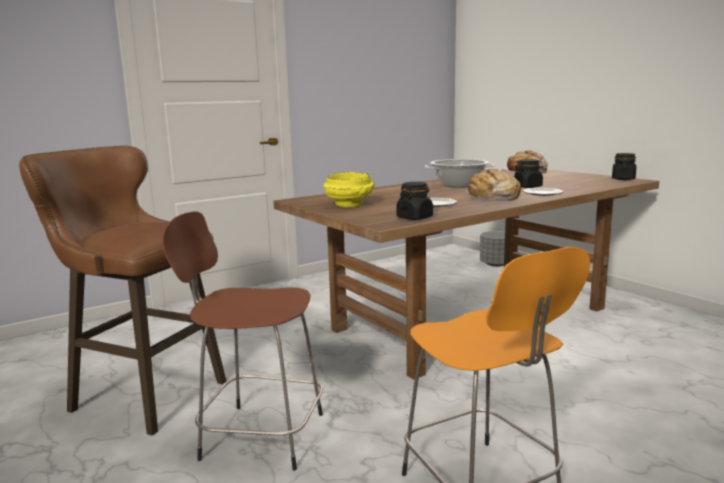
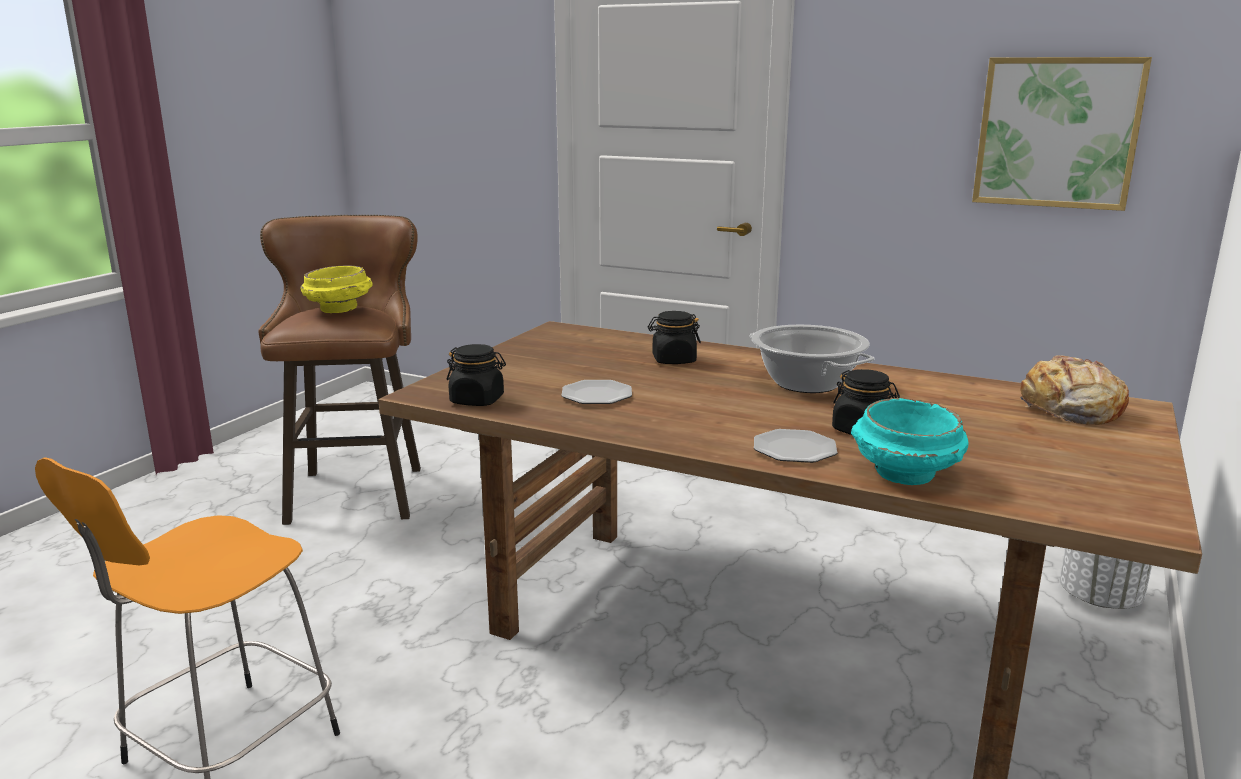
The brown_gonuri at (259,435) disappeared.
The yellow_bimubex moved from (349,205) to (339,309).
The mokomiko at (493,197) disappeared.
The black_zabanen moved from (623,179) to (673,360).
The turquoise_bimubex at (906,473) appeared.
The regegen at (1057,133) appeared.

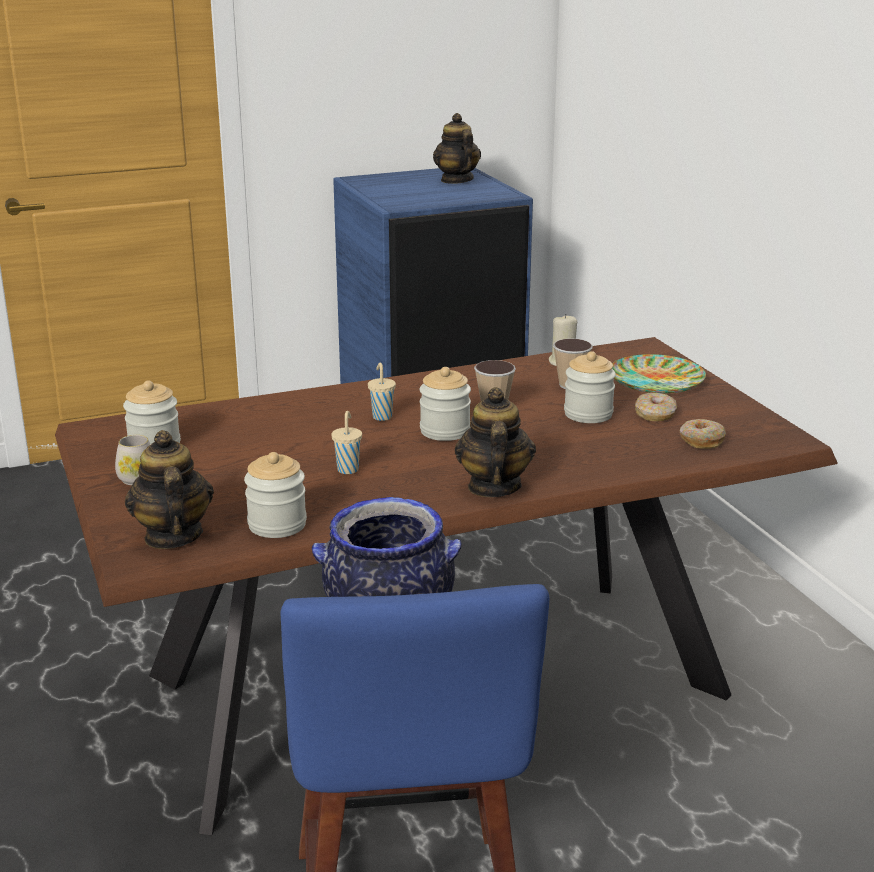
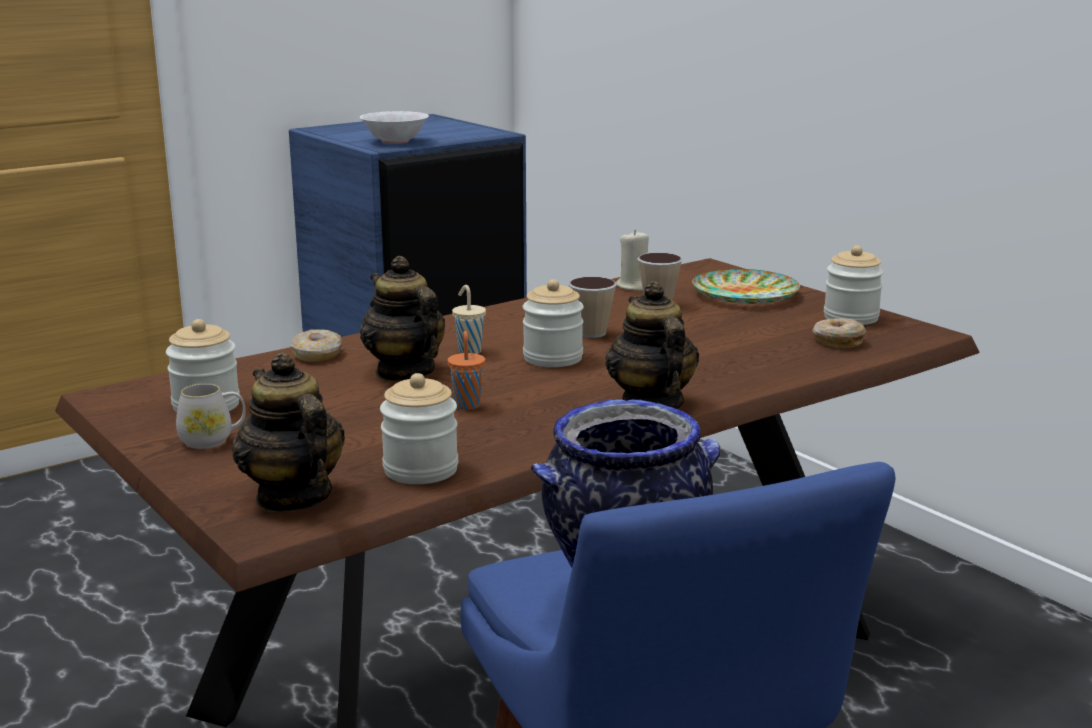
The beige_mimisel at (348,469) became the orange_mimisel at (467,405).
The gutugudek moved from (456,180) to (404,372).
The zabanen moved from (588,414) to (851,318).
The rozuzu moved from (655,414) to (317,355).
The white_bimubex at (395,141) appeared.

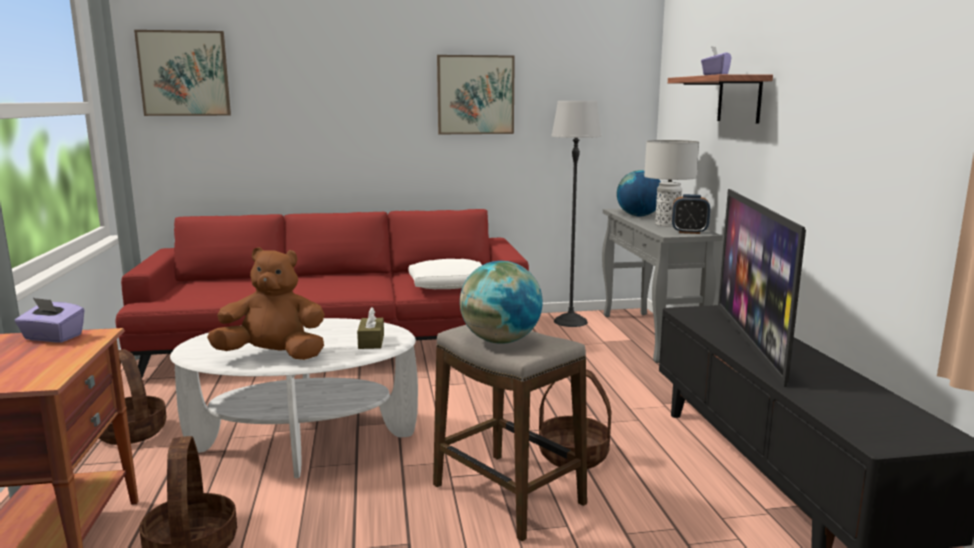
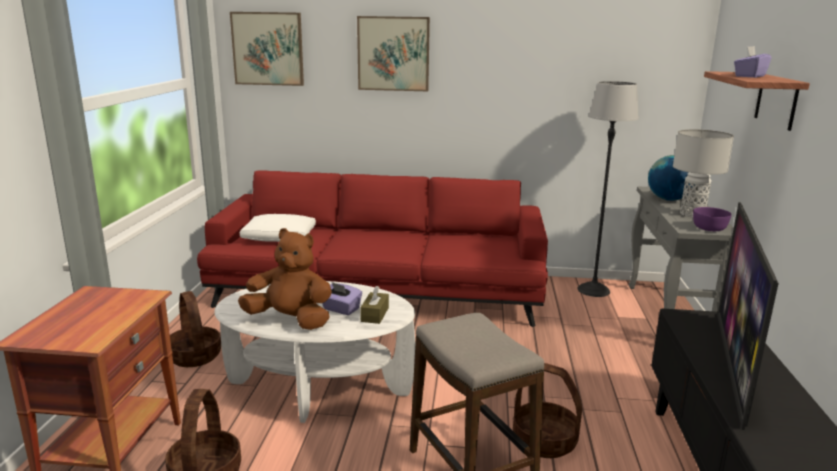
The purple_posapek moved from (52,337) to (341,309).
The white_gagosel moved from (450,286) to (280,238).
The regegen moved from (475,95) to (393,53).
The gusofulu at (501,341) disappeared.
The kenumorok at (689,232) was replaced by the purple_bimubex at (709,228).

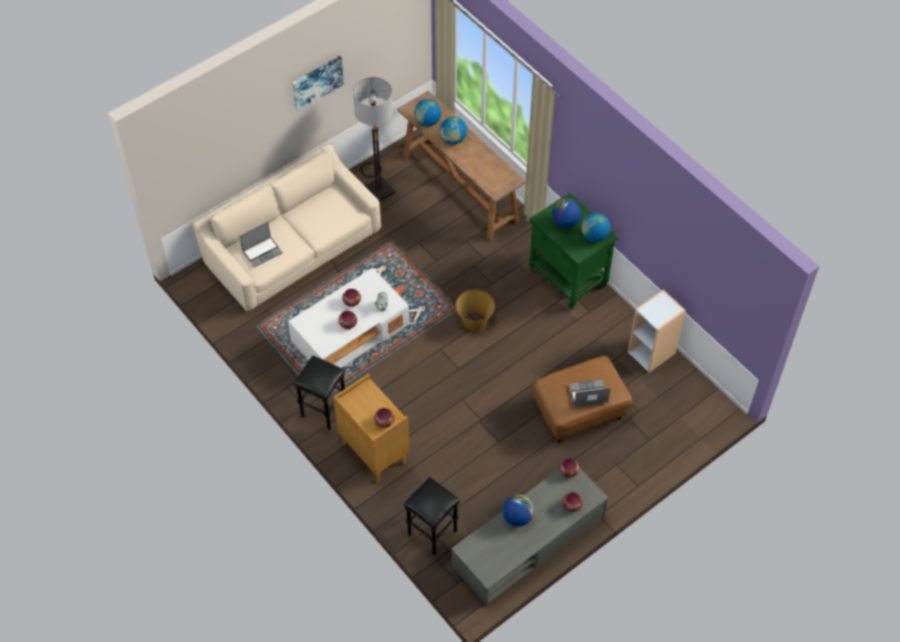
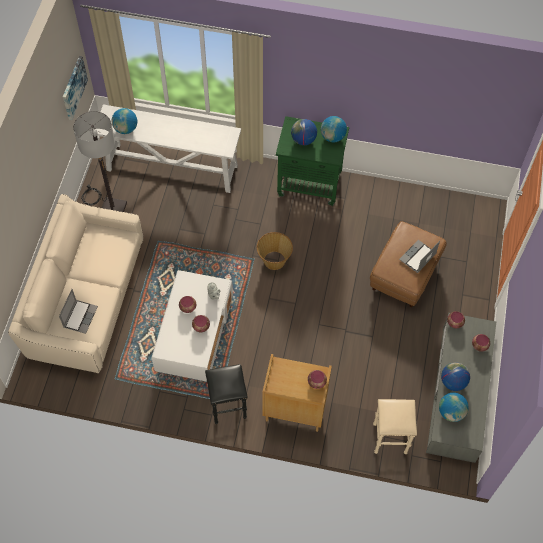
The regegen moved from (317,82) to (73,87).
The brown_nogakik at (460,189) became the white_nogakik at (173,168).
The black_gonuri at (431,532) became the beige_gonuri at (389,439).
The gusofulu moved from (453,139) to (451,412).
The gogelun at (652,352) disappeared.

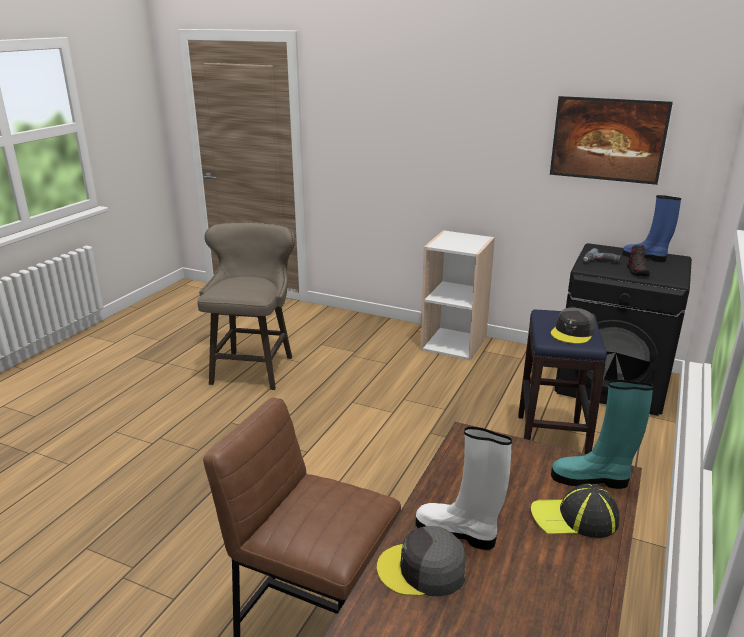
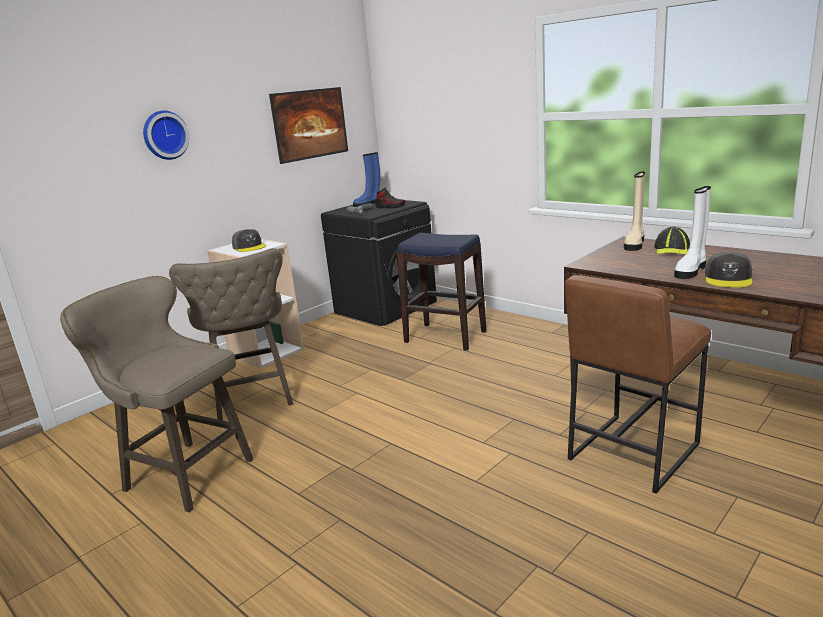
The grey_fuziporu moved from (573,332) to (249,247).
The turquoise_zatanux at (592,479) became the beige_zatanux at (634,244).
The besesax at (164,135) appeared.
The beige_gonuri at (253,398) appeared.

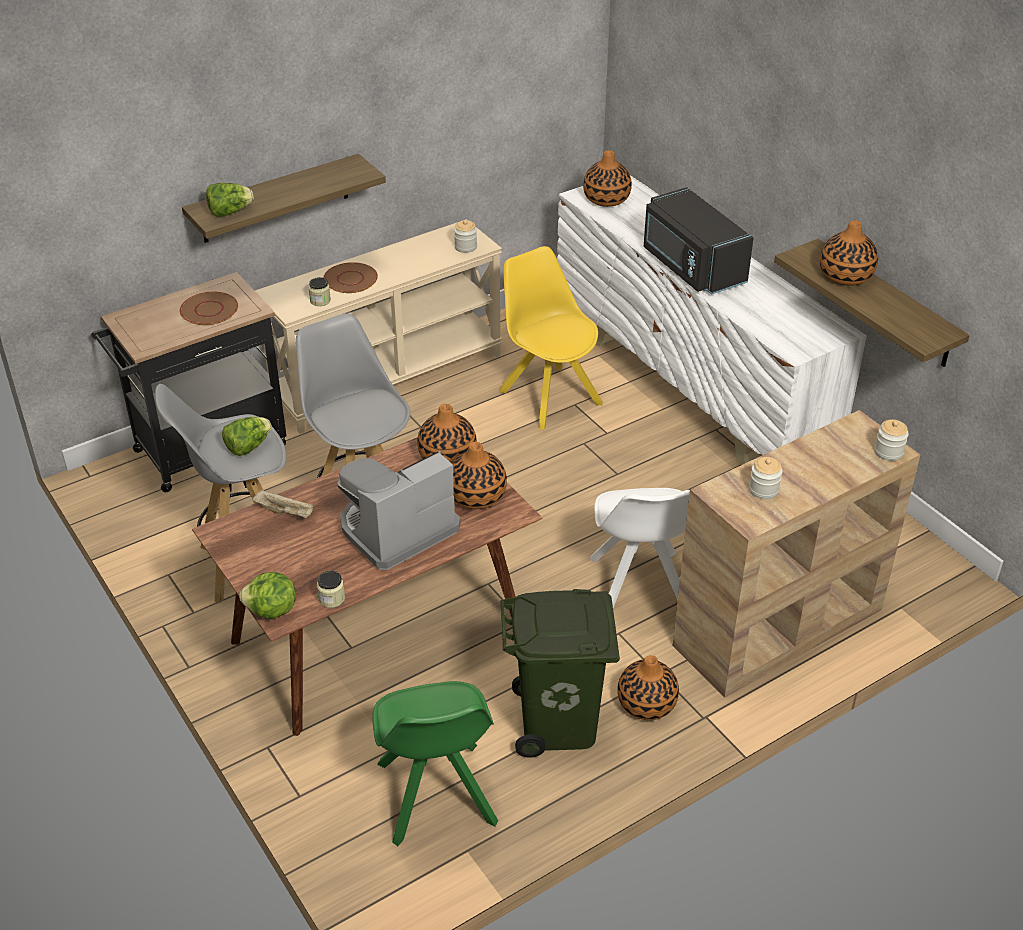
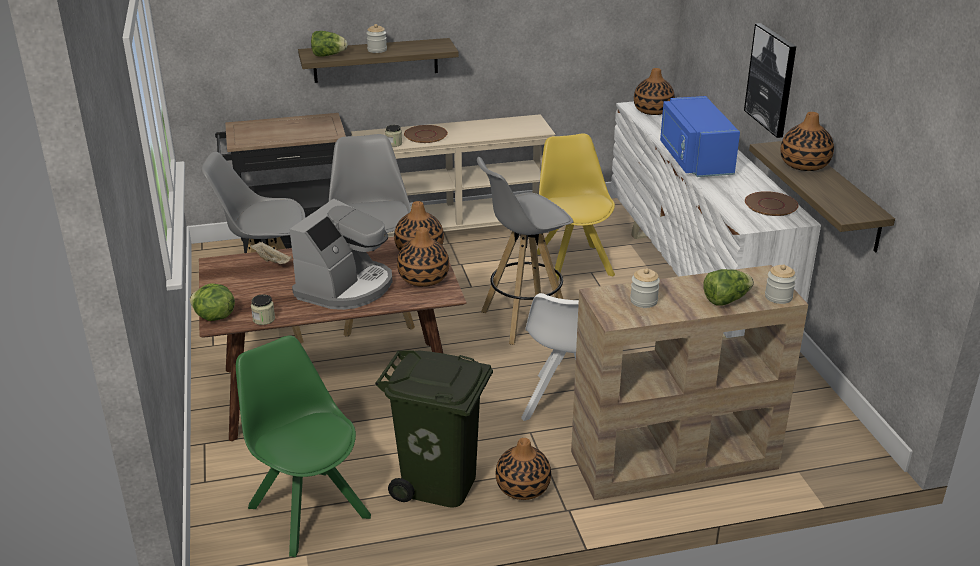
The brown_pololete moved from (209,310) to (771,205).
The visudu moved from (248,447) to (726,300).
The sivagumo at (396,529) turned 135 degrees clockwise.
The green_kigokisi at (436,796) turned 135 degrees clockwise.
The zabanen moved from (465,247) to (377,50).
The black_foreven at (691,267) became the blue_foreven at (694,159).
The grey_gonuri at (523,320) appeared.
The regegen at (771,79) appeared.

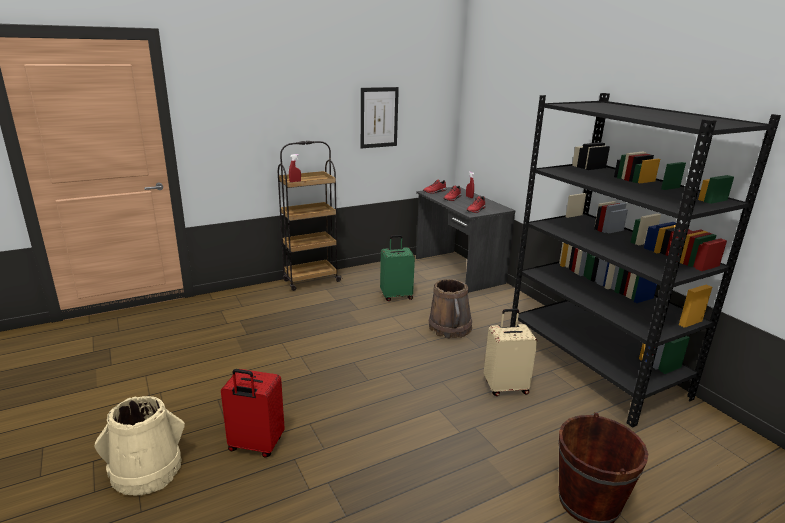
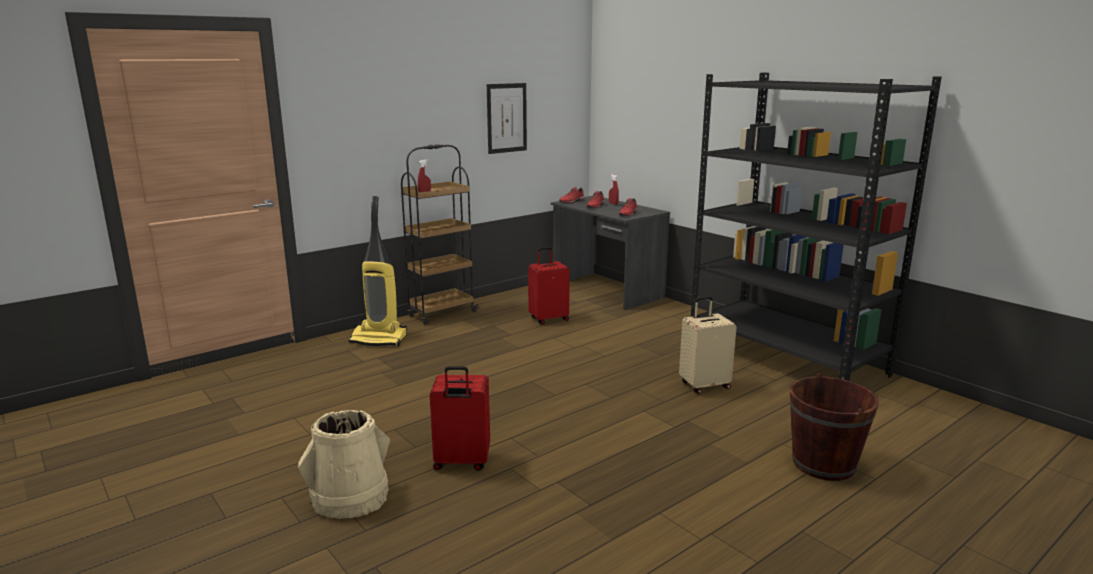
The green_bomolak at (396,296) became the red_bomolak at (548,319).
The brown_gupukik at (449,328) disappeared.
The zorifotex at (379,339) appeared.

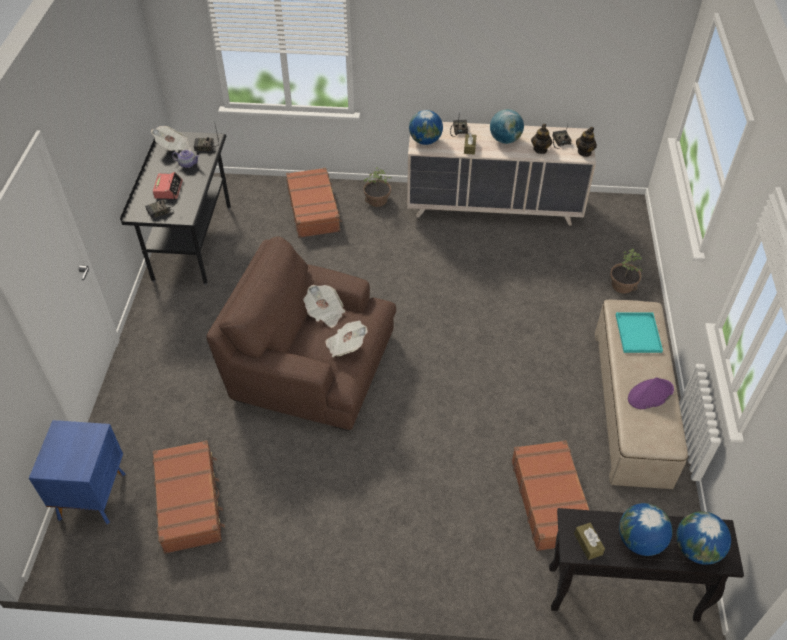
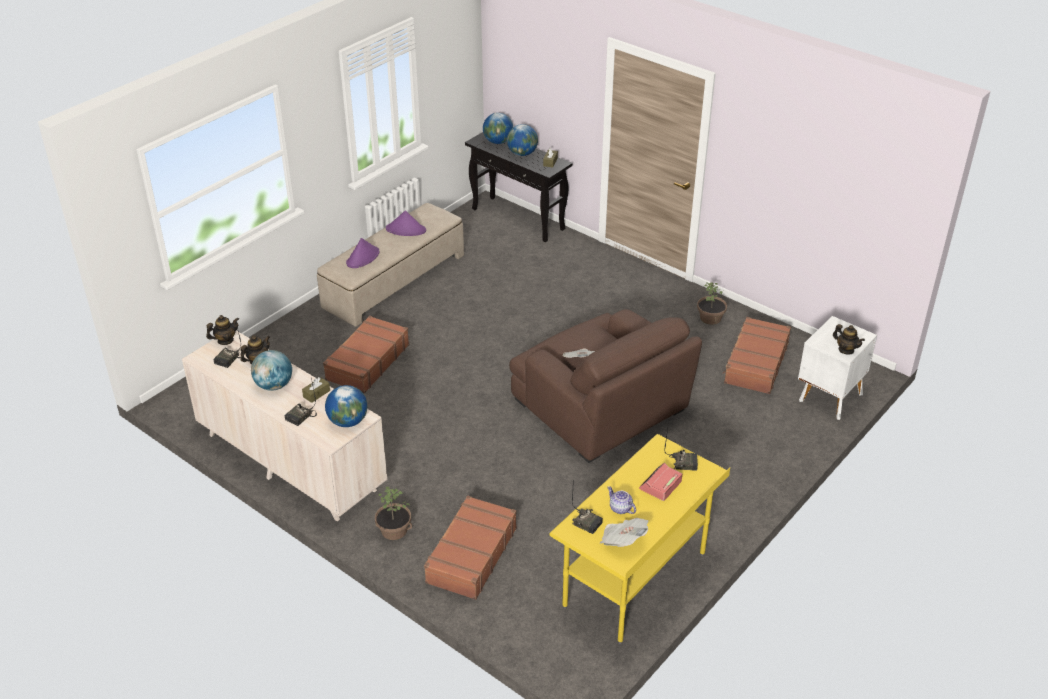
The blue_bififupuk at (94,495) became the white_bififupuk at (829,397).
The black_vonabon at (192,243) became the yellow_vonabon at (635,581).
The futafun at (346,346) disappeared.
The brown_bomolak moved from (550,500) to (367,362).
The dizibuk moved from (622,286) to (710,318).
The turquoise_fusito at (639,334) was replaced by the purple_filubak at (363,258).
The gutugudek at (846,350) appeared.

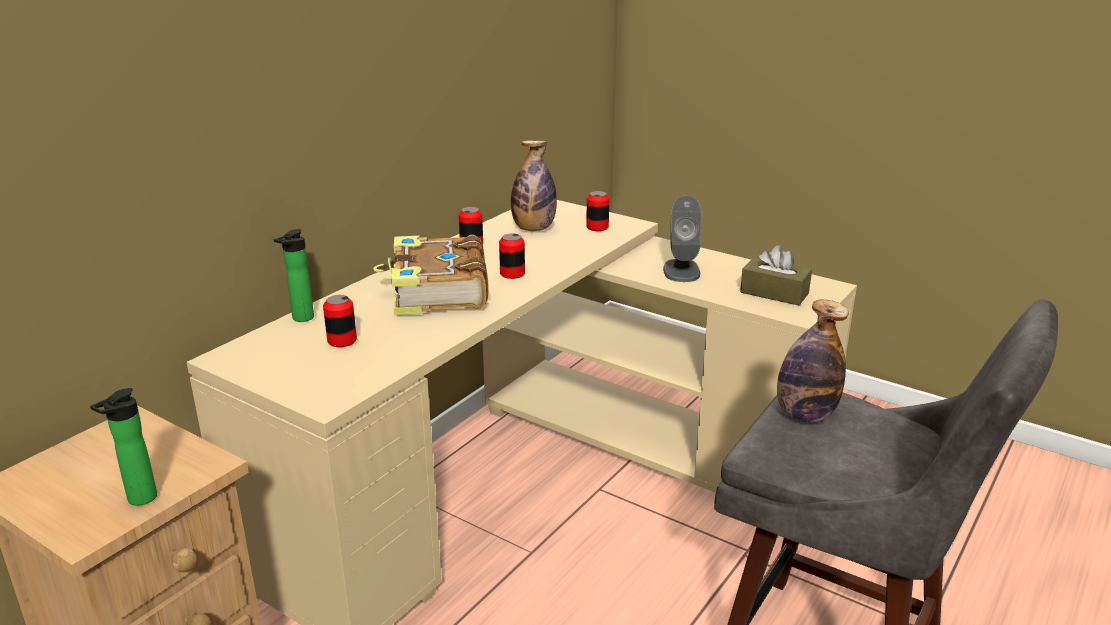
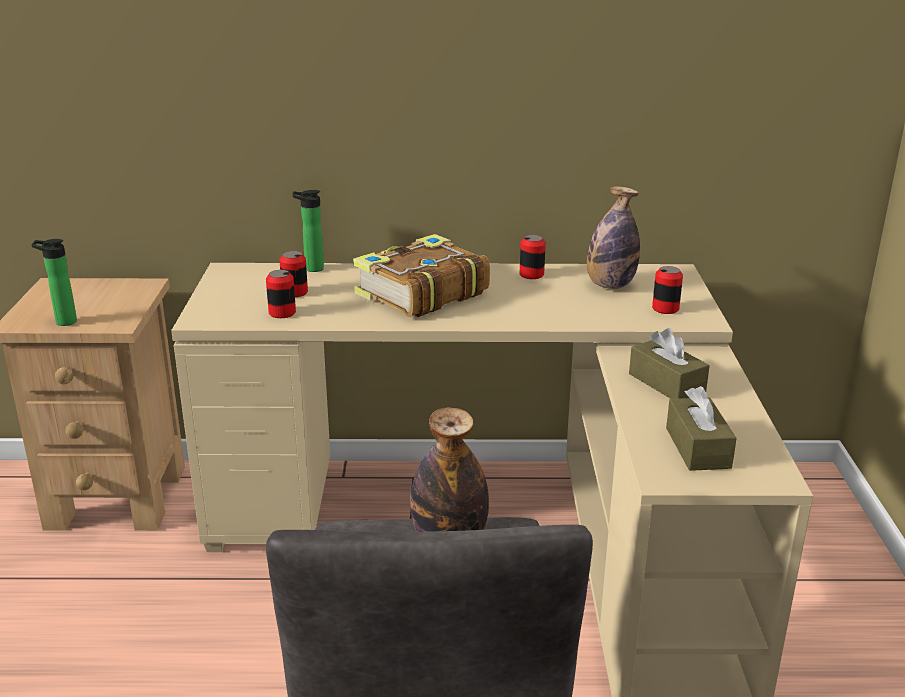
The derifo moved from (512,274) to (282,313).
The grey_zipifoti at (681,270) was replaced by the brown_posapek at (666,383).

